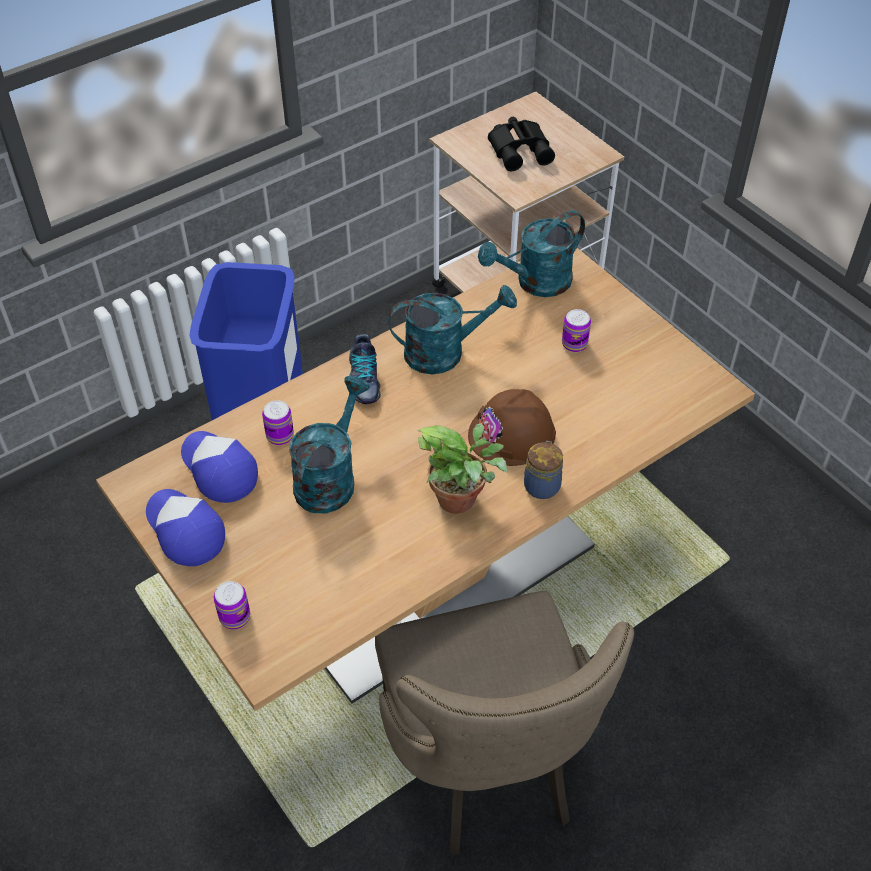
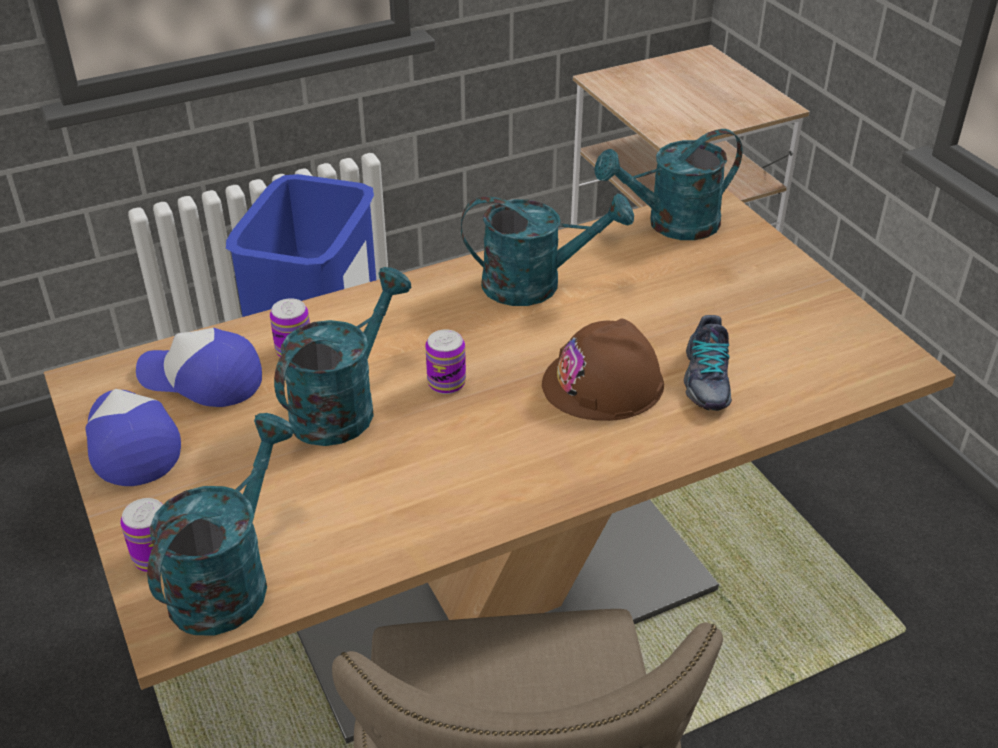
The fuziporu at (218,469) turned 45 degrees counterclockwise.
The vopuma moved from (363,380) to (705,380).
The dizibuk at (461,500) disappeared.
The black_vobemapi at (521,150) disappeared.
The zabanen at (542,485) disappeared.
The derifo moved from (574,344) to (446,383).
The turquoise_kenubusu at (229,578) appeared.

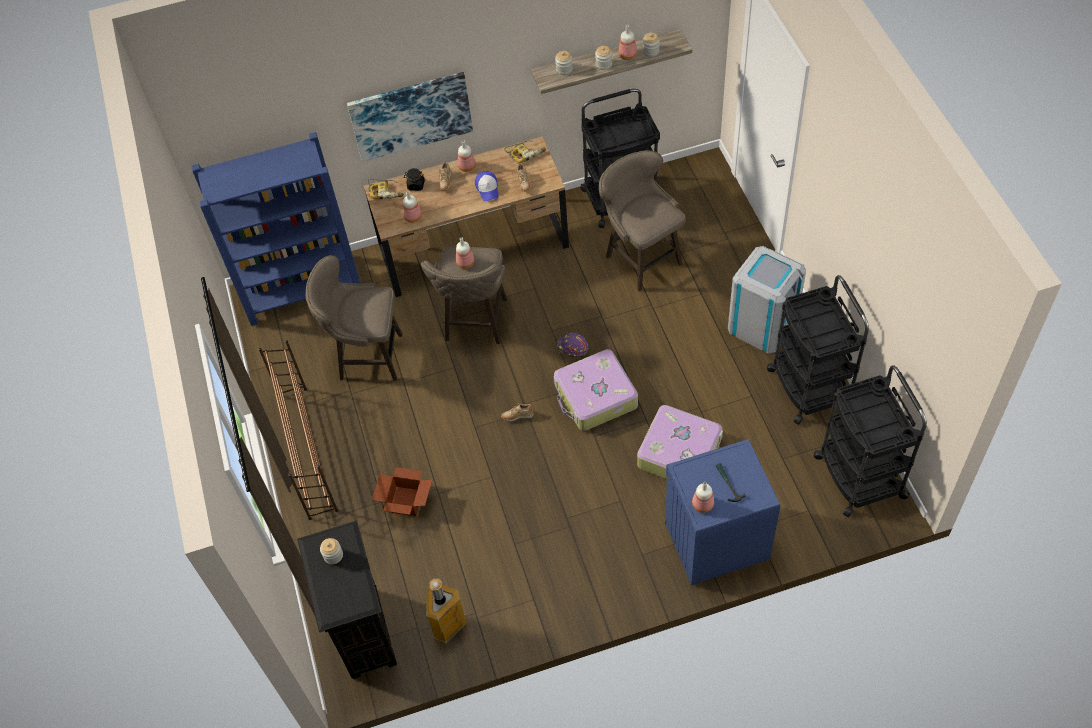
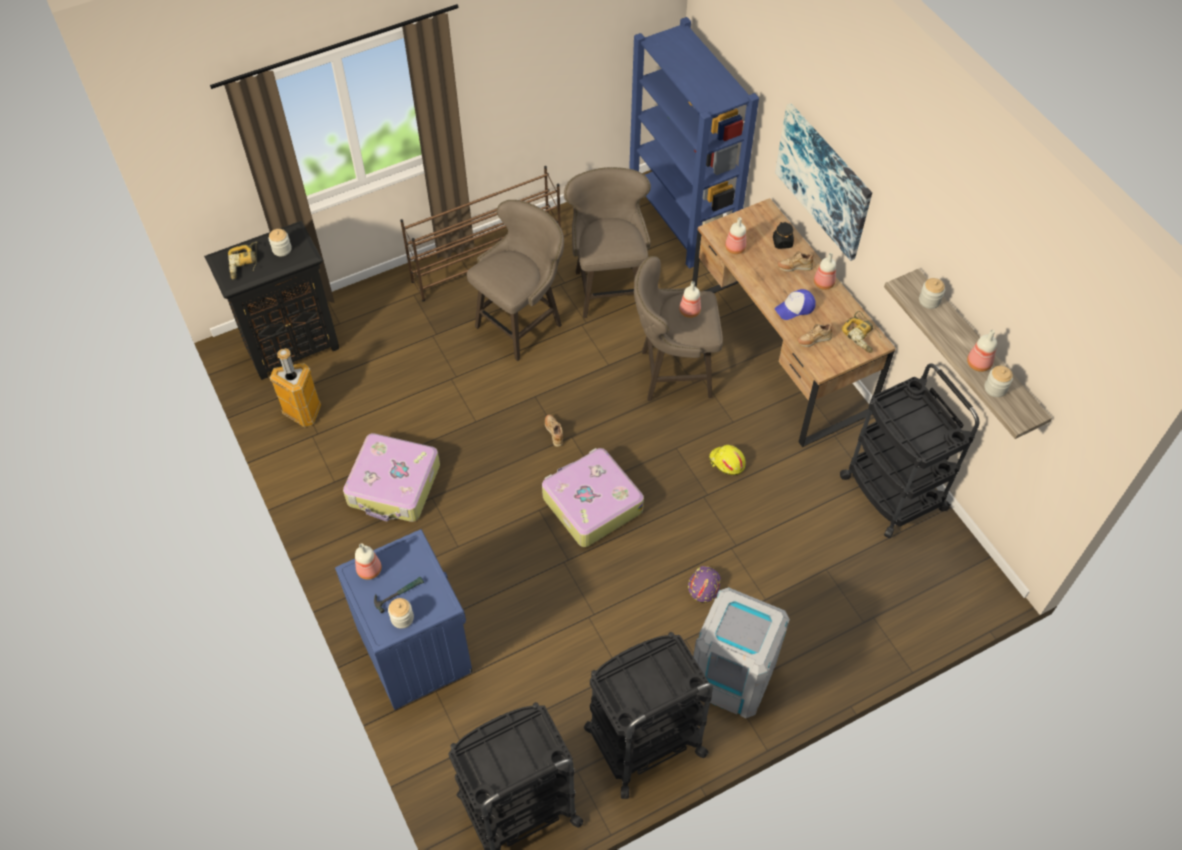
The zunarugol moved from (386,191) to (244,264).
The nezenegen at (405,500) disappeared.
The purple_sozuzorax moved from (572,348) to (703,585).
The zabanen moved from (604,64) to (402,618).
The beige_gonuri moved from (641,258) to (521,324).
The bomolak moved from (680,453) to (394,486).
The yellow_sozuzorax at (726,462) appeared.

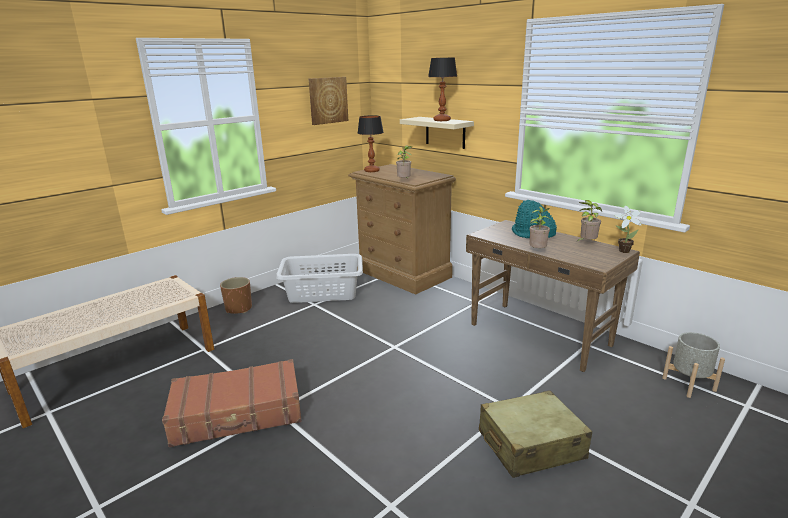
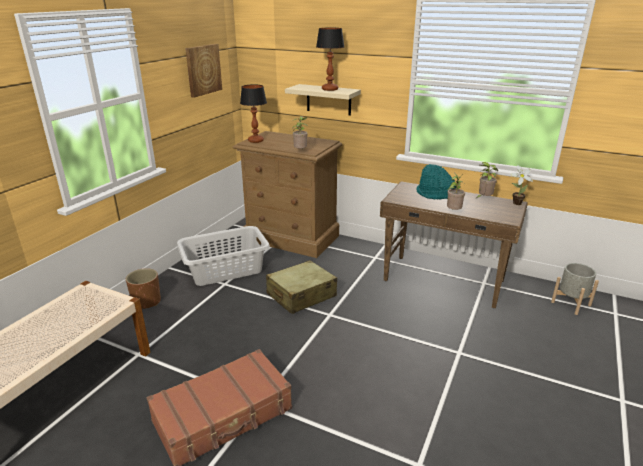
The beige_bomolak moved from (530,445) to (301,295).

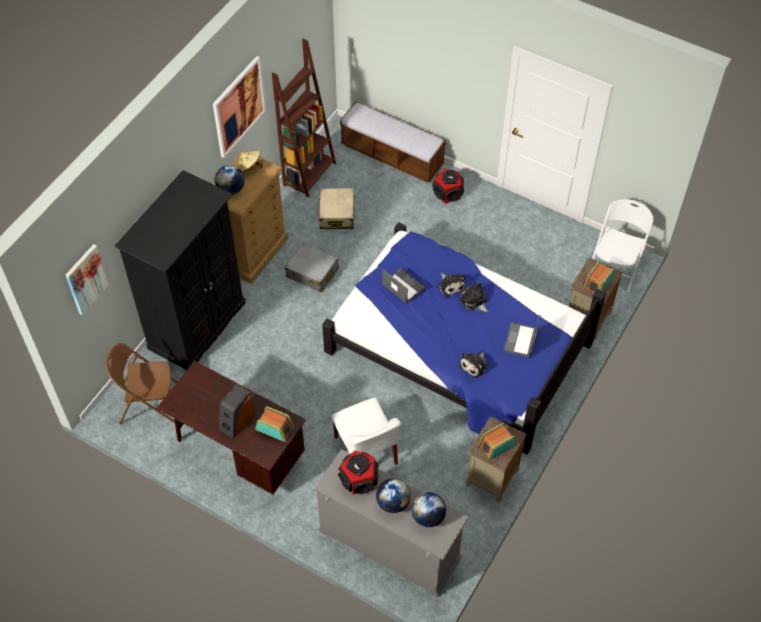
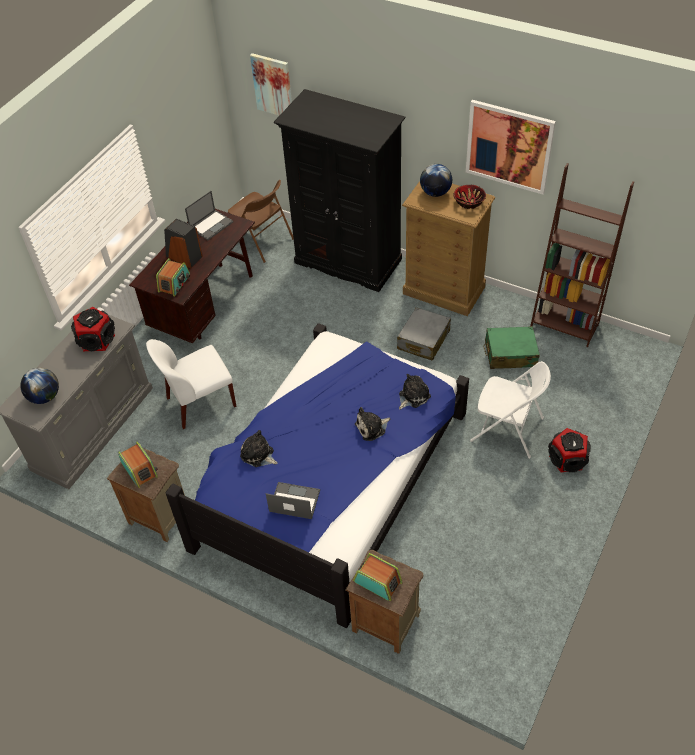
The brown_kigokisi at (148,402) turned 135 degrees clockwise.
The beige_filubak at (249,168) was replaced by the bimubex at (468,202).
The beige_bomolak at (337,214) became the green_bomolak at (510,354).
The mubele at (392,155) disappeared.
The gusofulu at (393,503) disappeared.
The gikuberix moved from (403,286) to (211,225).
The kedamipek moved from (474,301) to (413,396).
The white_kigokisi moved from (615,266) to (507,429).

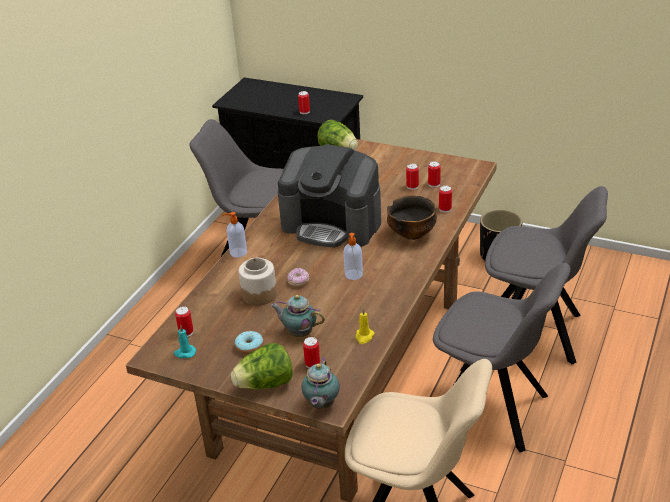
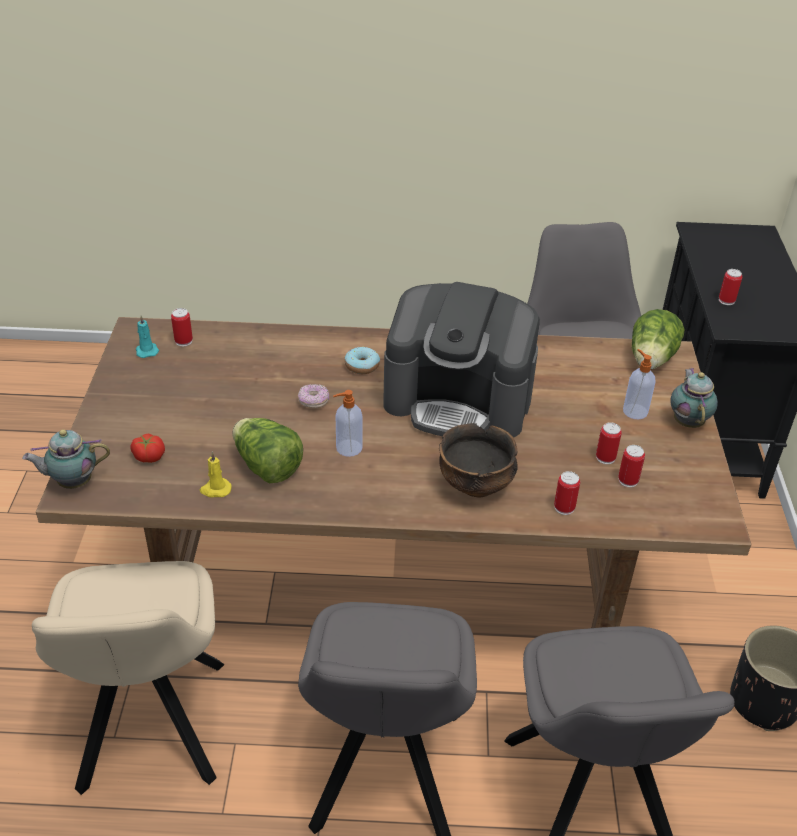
The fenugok moved from (237,252) to (634,411).
The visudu moved from (265,384) to (267,467).
The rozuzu moved from (249,347) to (362,366).
The zabanen at (259,294) disappeared.
The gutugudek moved from (299,333) to (688,421).
The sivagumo at (332,224) turned 75 degrees counterclockwise.
The derifo at (312,364) was replaced by the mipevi at (149,456).

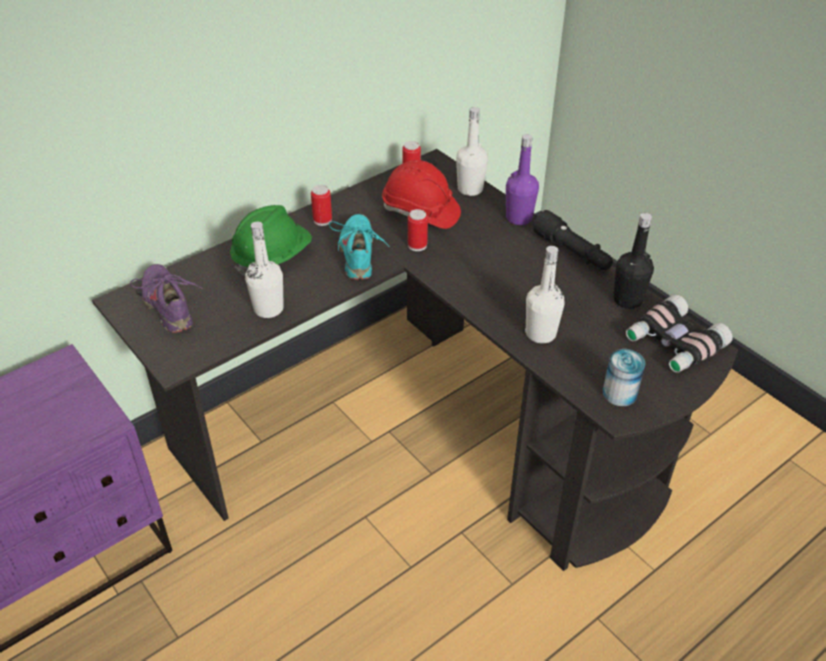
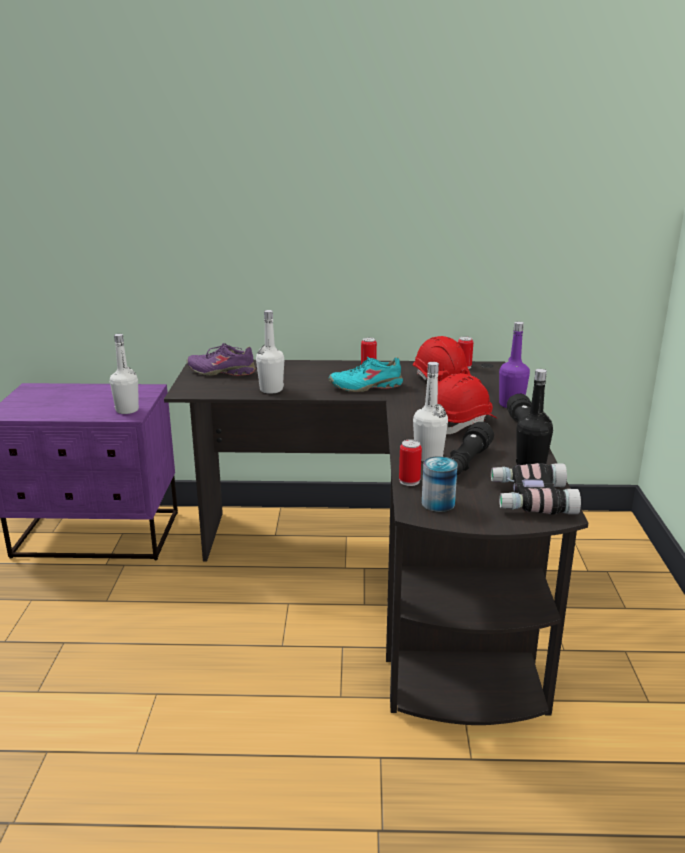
The purple_vopuma at (169,305) turned 90 degrees counterclockwise.
The green_sozuzorax at (272,257) disappeared.
The turquoise_vopuma at (359,254) turned 135 degrees counterclockwise.
The derifo moved from (417,245) to (409,481).
The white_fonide moved from (470,189) to (127,410).
The red_sozuzorax at (461,423) appeared.
The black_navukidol at (466,462) appeared.

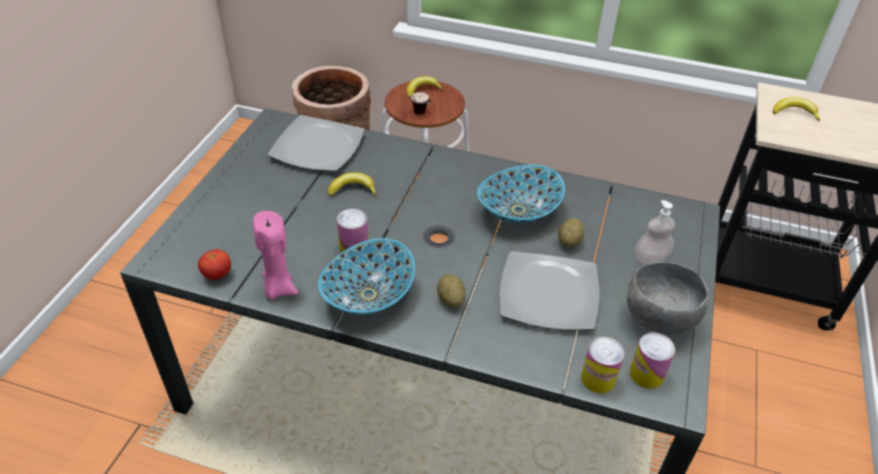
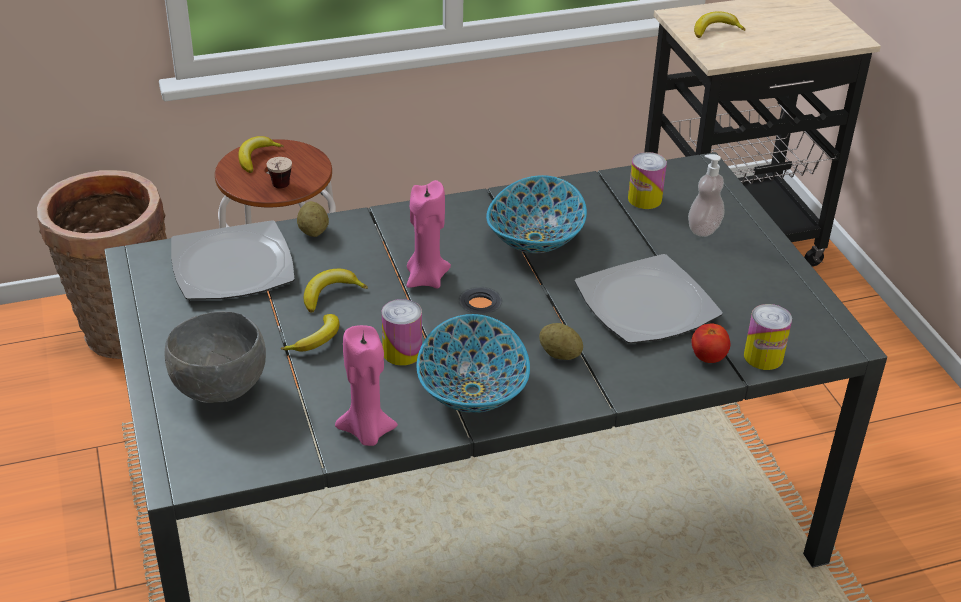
The mipevi moved from (217,274) to (708,357).
The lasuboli moved from (569,241) to (313,231).
The grey_bimubex moved from (659,321) to (221,389).
The derifo moved from (646,374) to (644,199).
The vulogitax at (317,340) appeared.
The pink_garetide at (426,279) appeared.

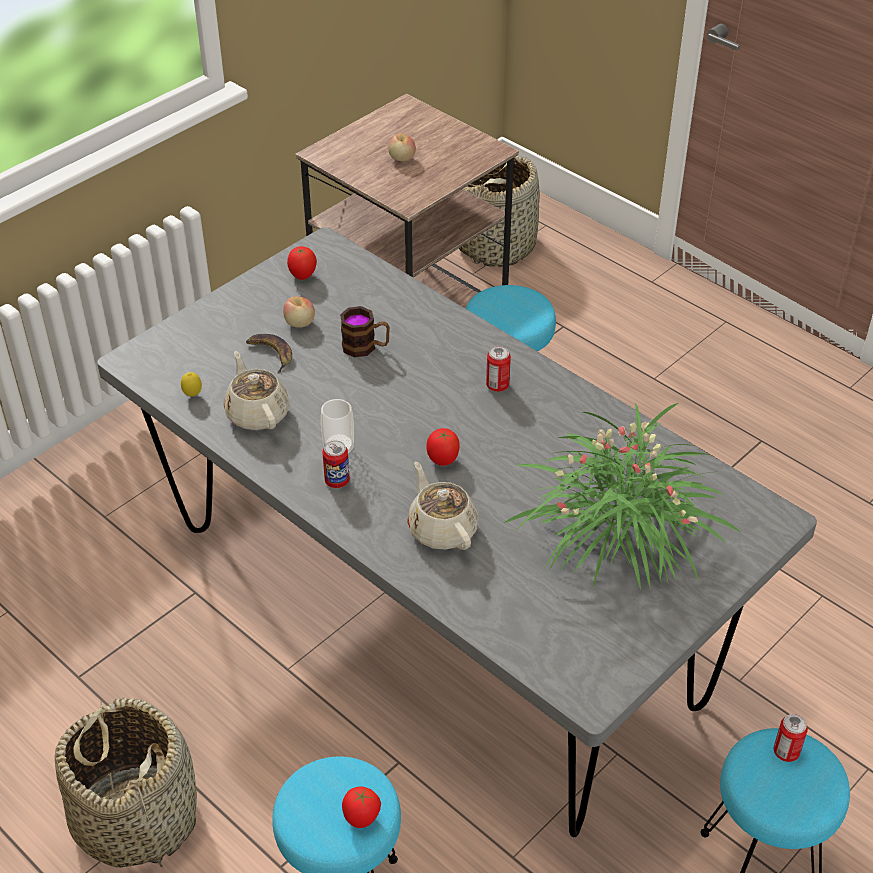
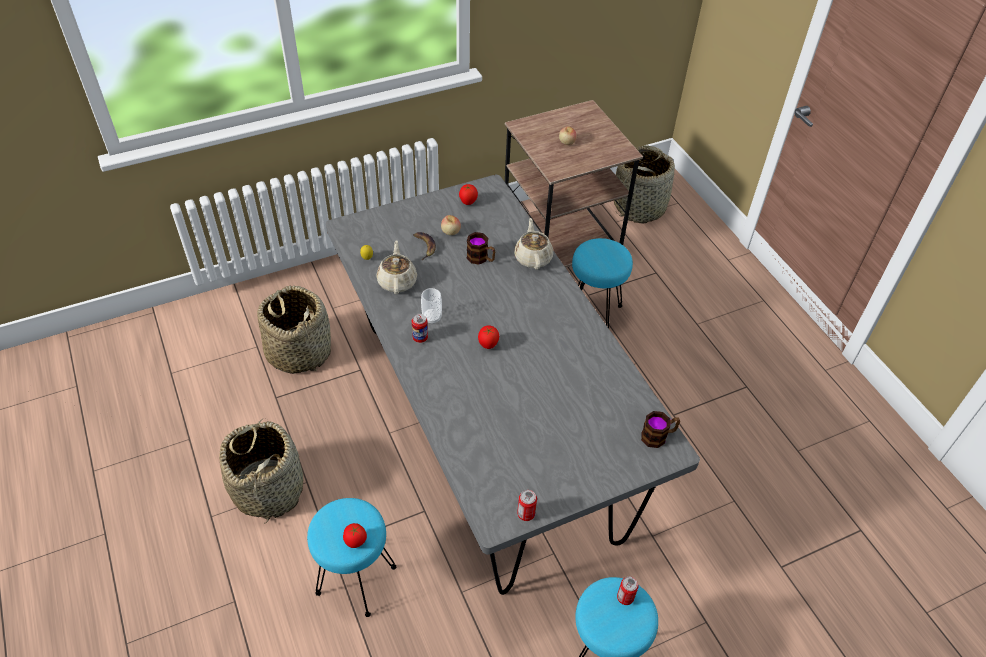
The beige_gutugudek moved from (442,529) to (533,257).
The derifo moved from (497,385) to (526,514).
The dizibuk at (619,533) disappeared.
The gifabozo at (299,351) appeared.
The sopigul at (658,436) appeared.

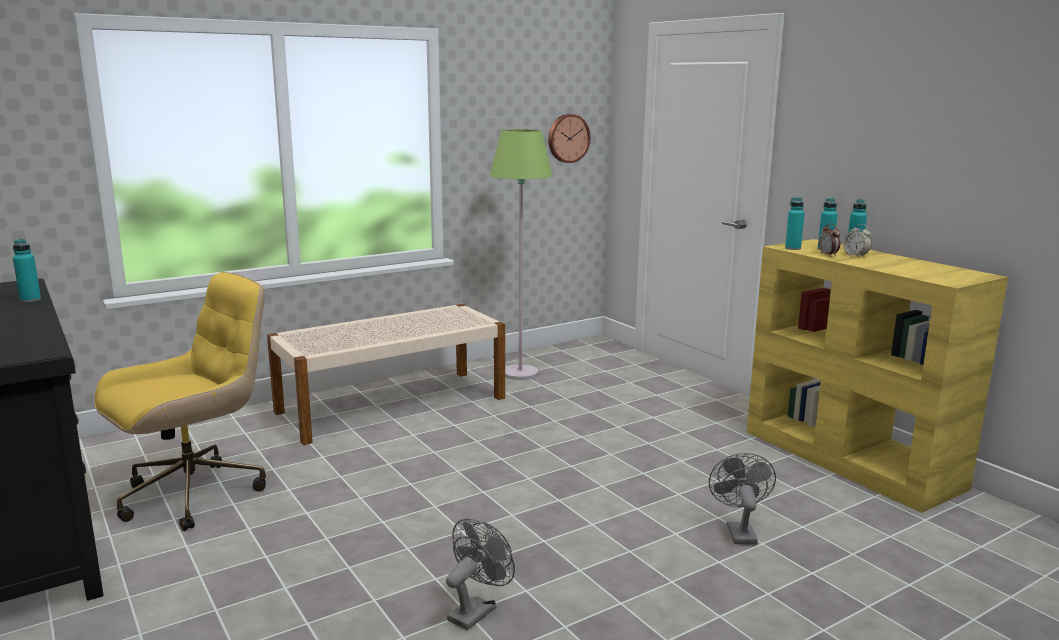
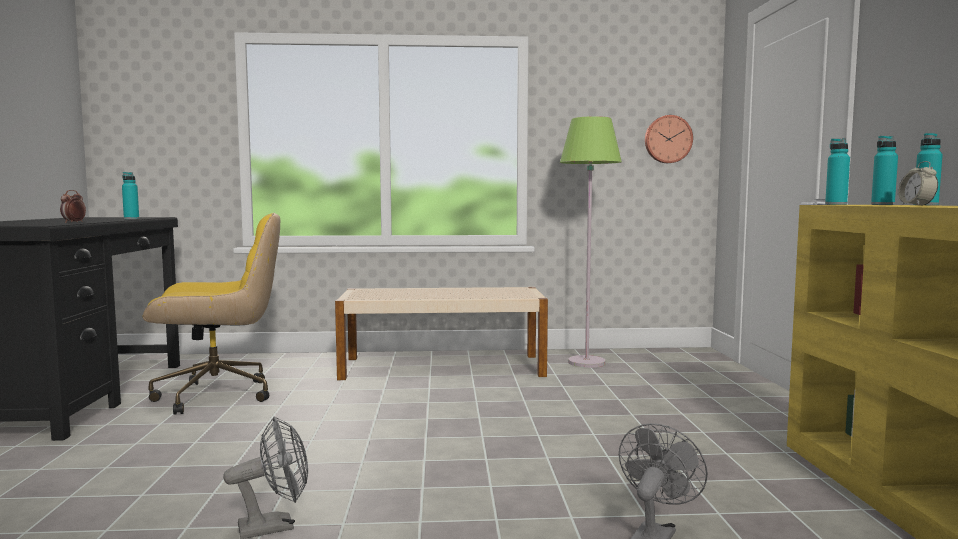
The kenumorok moved from (828,255) to (73,222).

